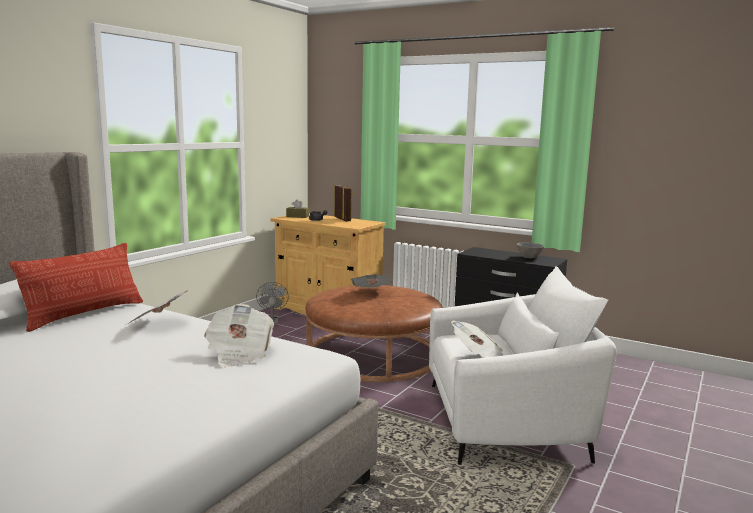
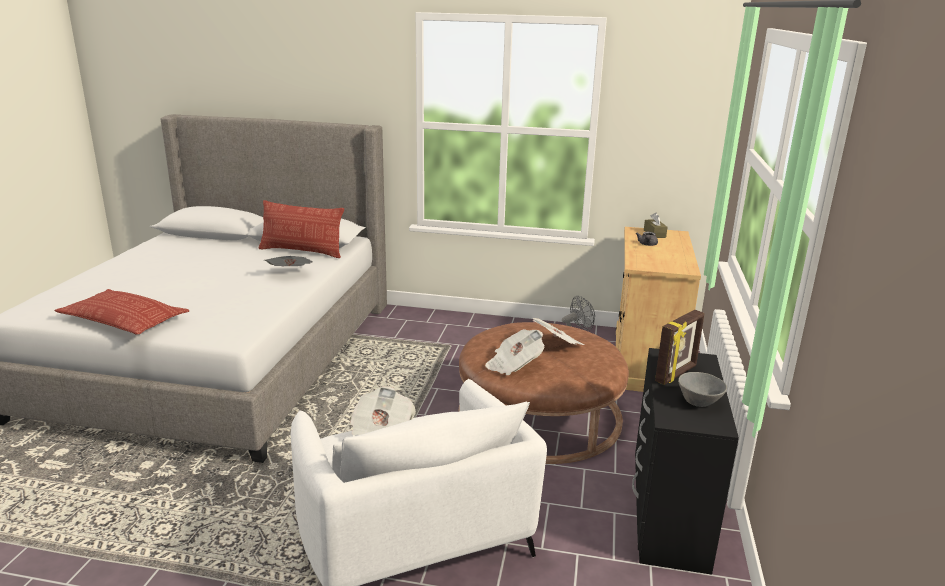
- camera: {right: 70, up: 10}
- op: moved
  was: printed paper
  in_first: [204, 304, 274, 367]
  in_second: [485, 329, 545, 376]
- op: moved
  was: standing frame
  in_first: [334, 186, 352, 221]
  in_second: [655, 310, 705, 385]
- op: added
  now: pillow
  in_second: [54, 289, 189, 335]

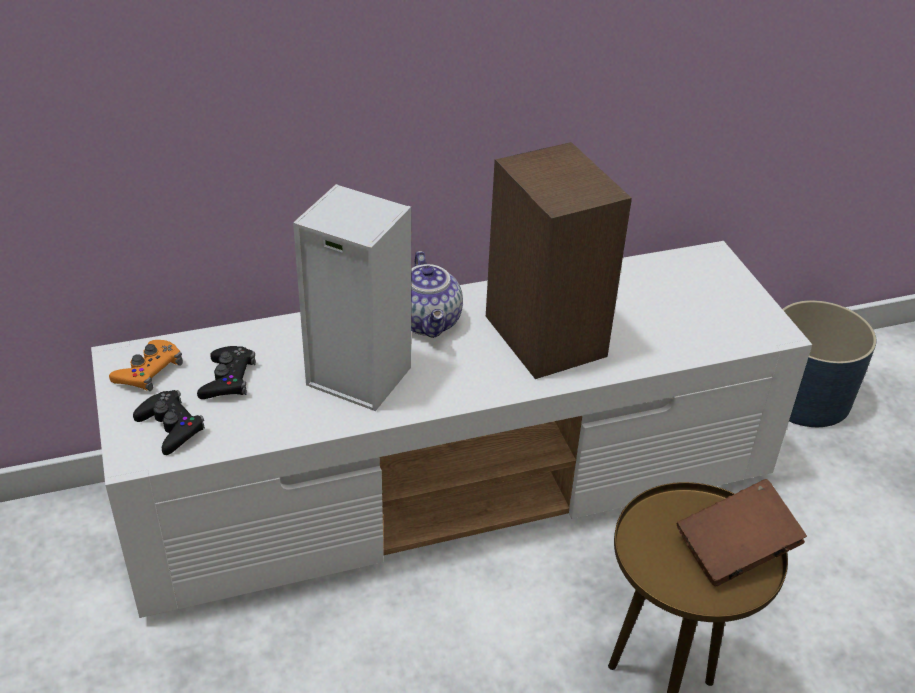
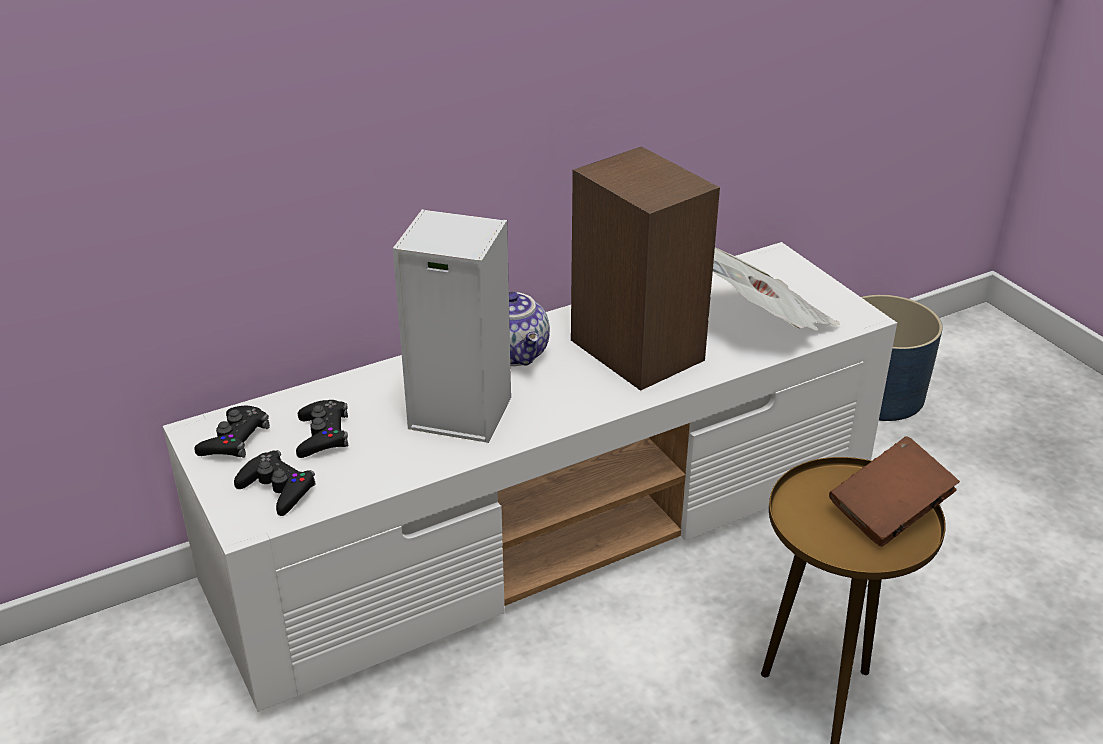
- camera: {right: -10, up: -5}
- op: recoloured
  was: joypad (orange)
  now: joypad (blackish)
  in_first: [109, 340, 183, 391]
  in_second: [194, 406, 270, 458]
- op: added
  now: printed paper
  in_second: [713, 247, 840, 331]

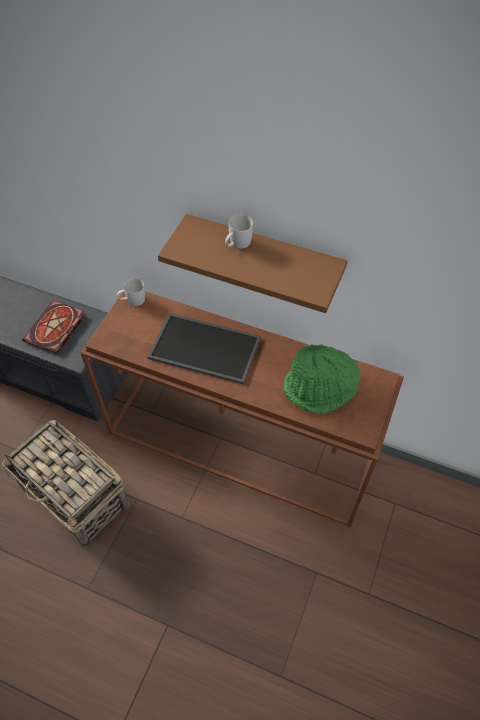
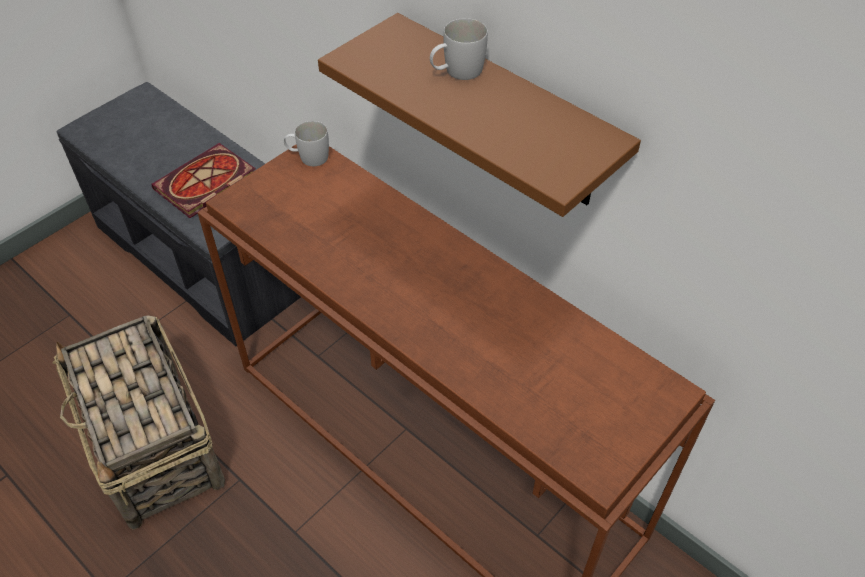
- camera: {right: 20, up: -5}
- op: removed
  was: tray
  in_first: [147, 313, 261, 384]
- op: removed
  was: hat (green)
  in_first: [284, 344, 361, 414]

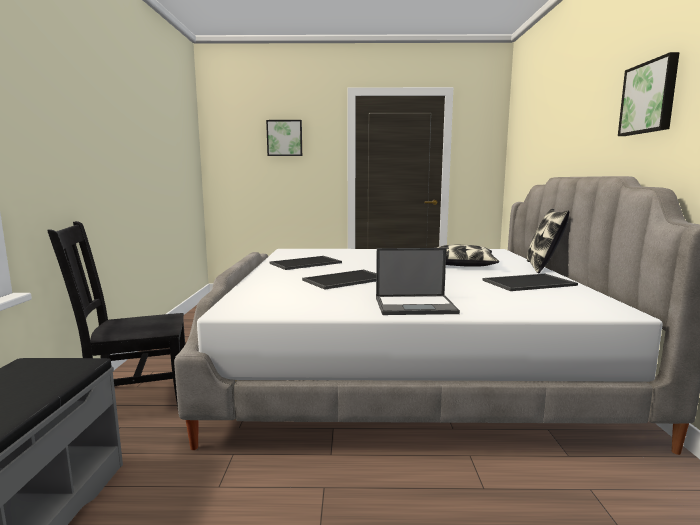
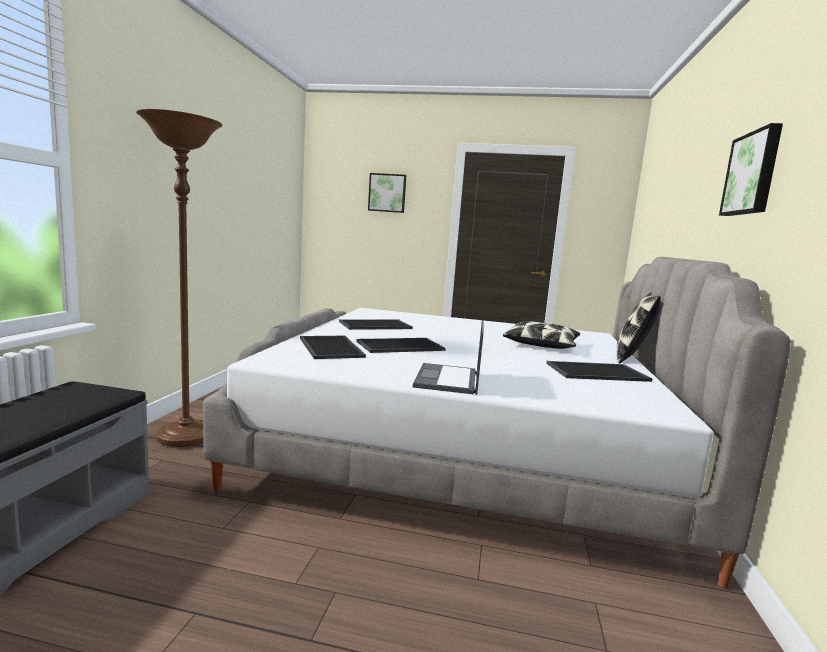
- camera: {right: 10, up: 0}
- op: replaced
  was: chair (blackish)
  now: floor lamp (brown-coloured)
  in_first: [47, 221, 185, 407]
  in_second: [136, 109, 223, 447]
- op: turned
  was: laptop
  in_first: [376, 248, 460, 315]
  in_second: [413, 320, 484, 395]
  clockwise: 90
- op: added
  now: tray
  in_second: [300, 336, 366, 359]

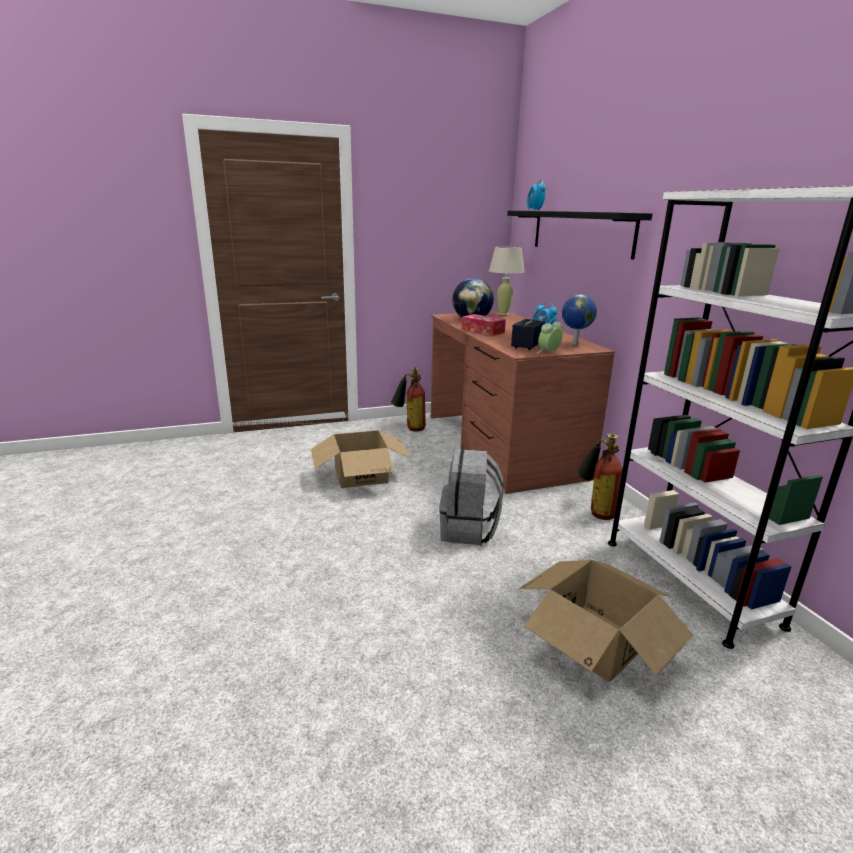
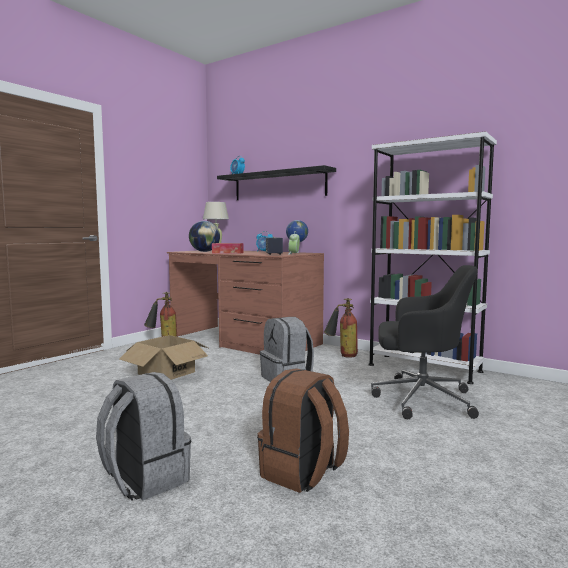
- camera: {right: -35, up: -15}
- op: replaced
  was: carton
  now: desk chair (blackish)
  in_first: [518, 560, 693, 682]
  in_second: [371, 265, 479, 419]
- op: added
  now: backpack (grey)
  in_second: [96, 372, 191, 501]
- op: added
  now: backpack (brown-coloured)
  in_second: [257, 368, 349, 493]

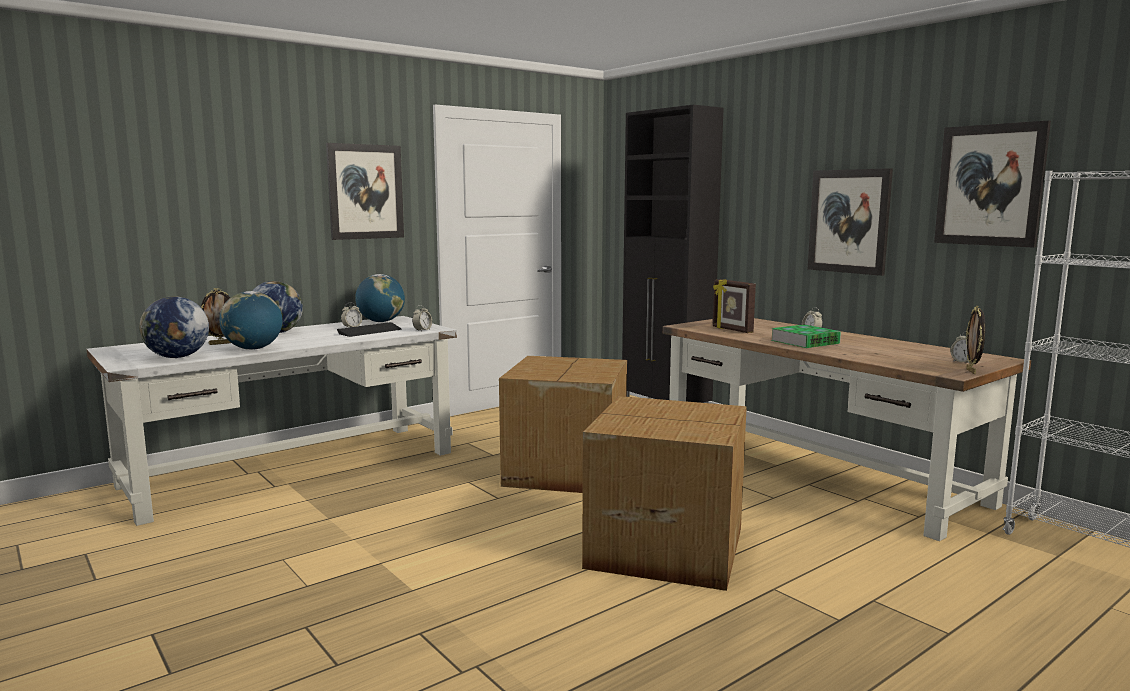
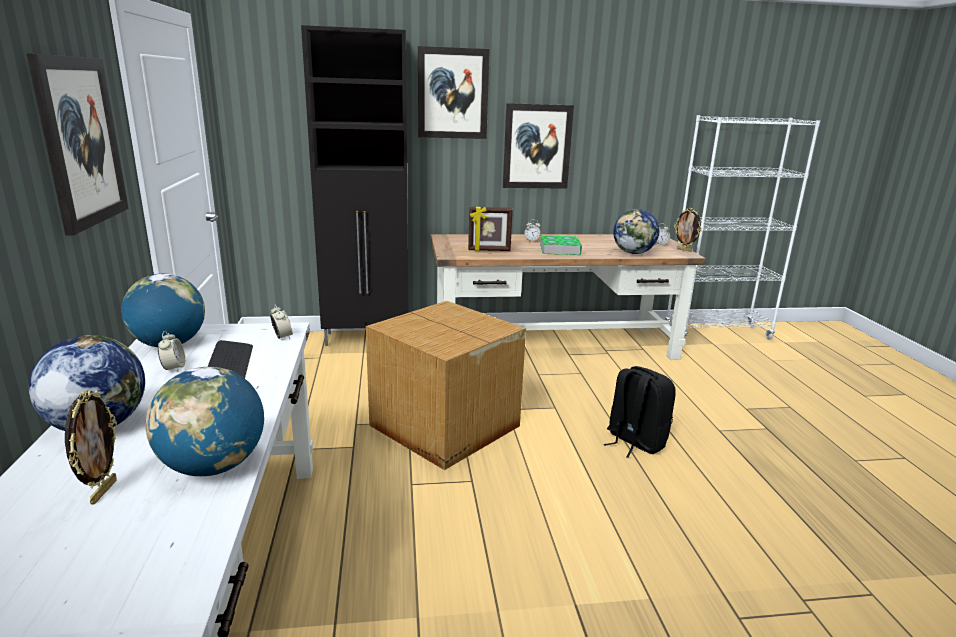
- camera: {right: -60, up: 10}
- op: moved
  was: desk globe
  in_first: [139, 296, 209, 358]
  in_second: [613, 209, 659, 254]
- op: replaced
  was: carton
  now: backpack (blackish)
  in_first: [582, 396, 747, 591]
  in_second: [604, 366, 676, 458]
- op: moved
  was: wall picture
  in_first: [934, 120, 1051, 248]
  in_second: [418, 46, 490, 139]

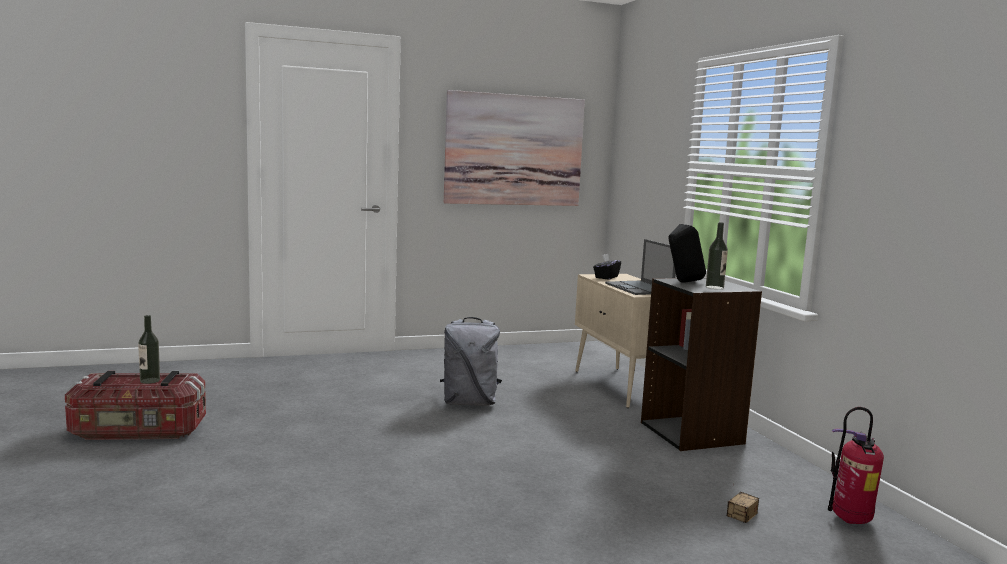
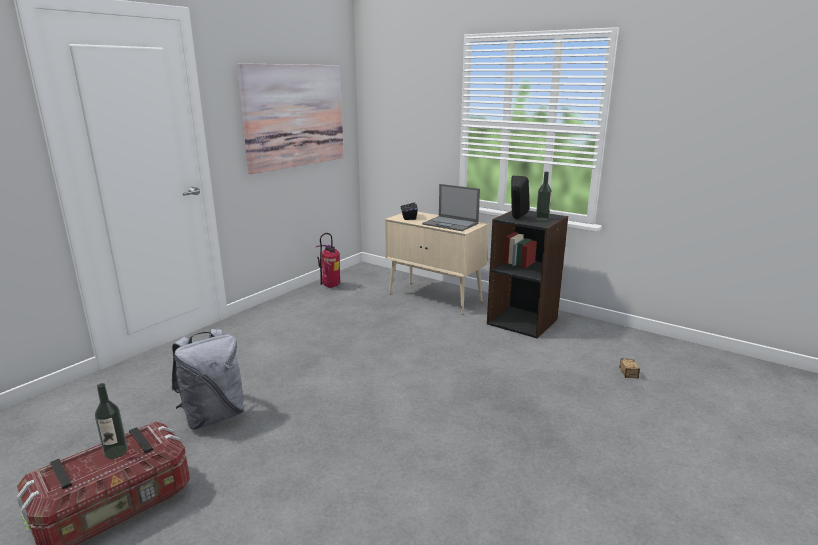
- camera: {right: -35, up: 10}
- op: moved
  was: backpack (grey)
  in_first: [440, 317, 502, 405]
  in_second: [172, 329, 244, 429]
- op: moved
  was: fire extinguisher
  in_first: [828, 407, 884, 524]
  in_second: [316, 233, 340, 288]

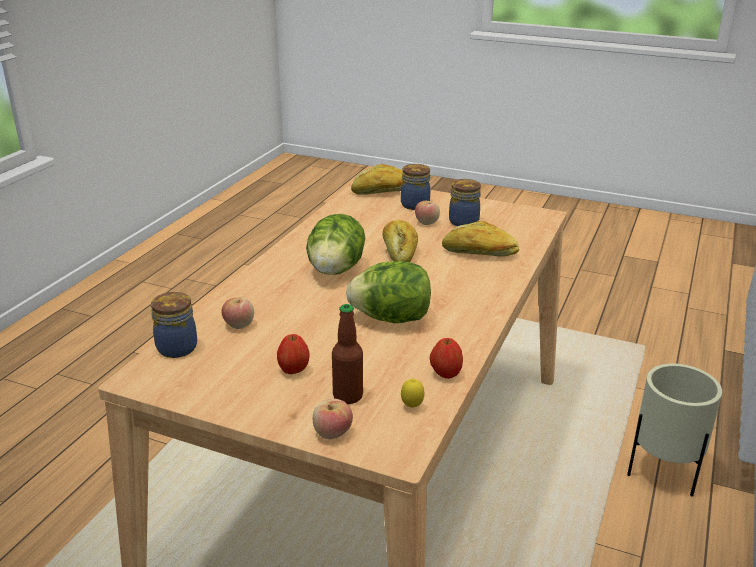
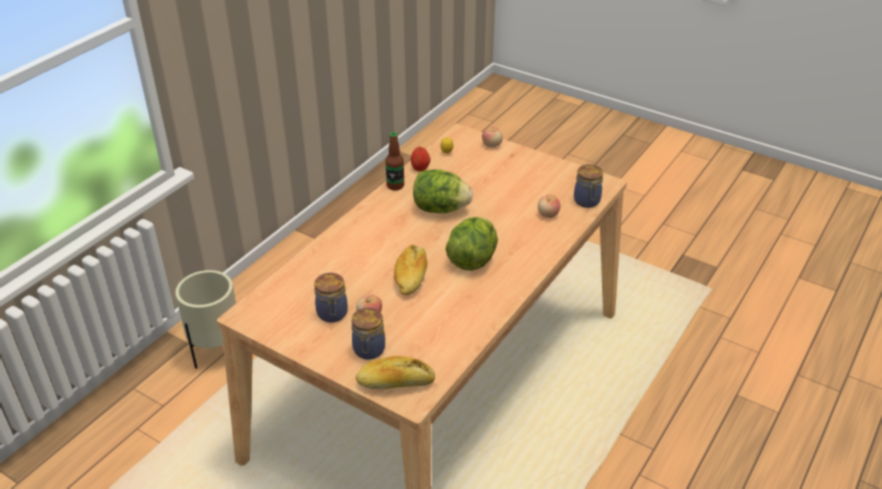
- camera: {right: -170, up: 10}
- op: removed
  was: whole apple
  in_first: [277, 334, 309, 374]
- op: moved
  was: drink bottle
  in_first: [332, 304, 363, 404]
  in_second: [385, 132, 404, 191]
- op: removed
  was: bakery bread
  in_first: [442, 221, 519, 257]

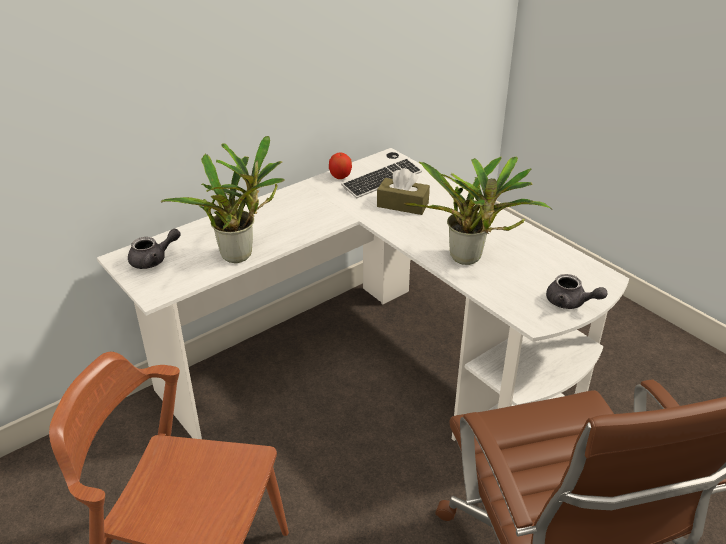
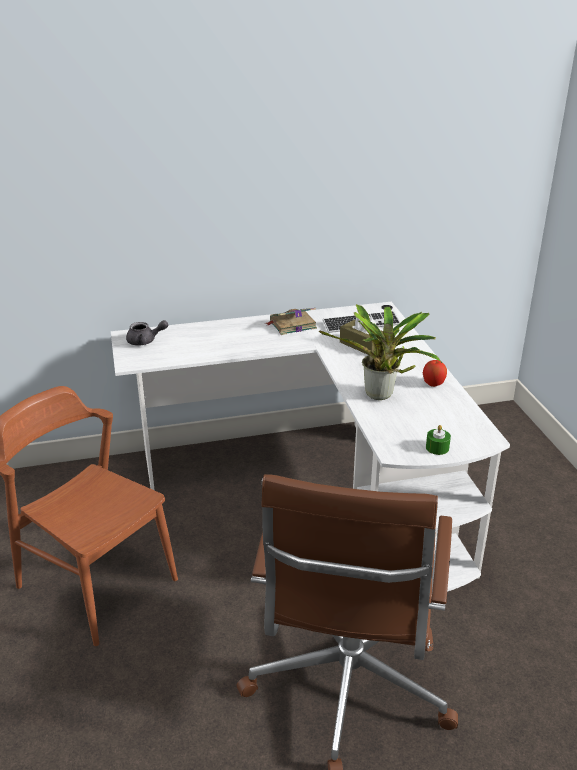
- camera: {right: 25, up: -5}
- op: removed
  was: potted plant
  in_first: [161, 136, 285, 263]
- op: moved
  was: whole apple
  in_first: [329, 153, 352, 179]
  in_second: [423, 360, 447, 387]
- op: replaced
  was: pot for tea (grey)
  now: wax light (green)
  in_first: [546, 274, 607, 309]
  in_second: [426, 425, 451, 455]
- op: added
  now: book
  in_second: [265, 308, 317, 335]

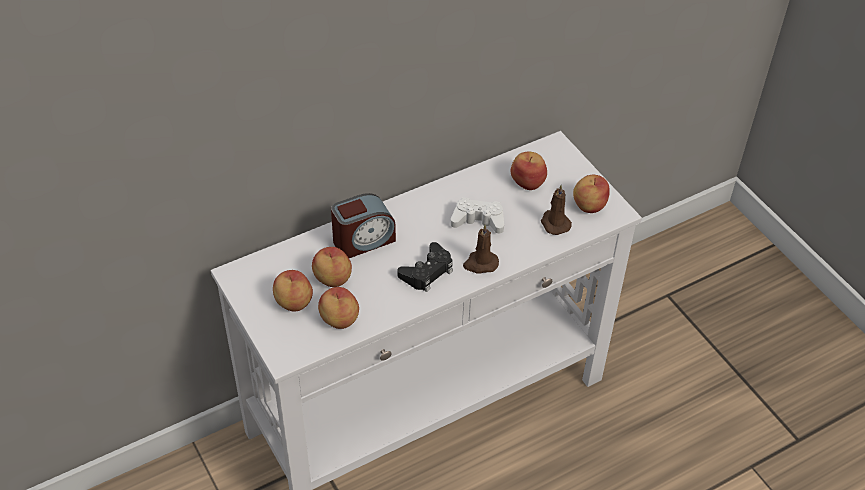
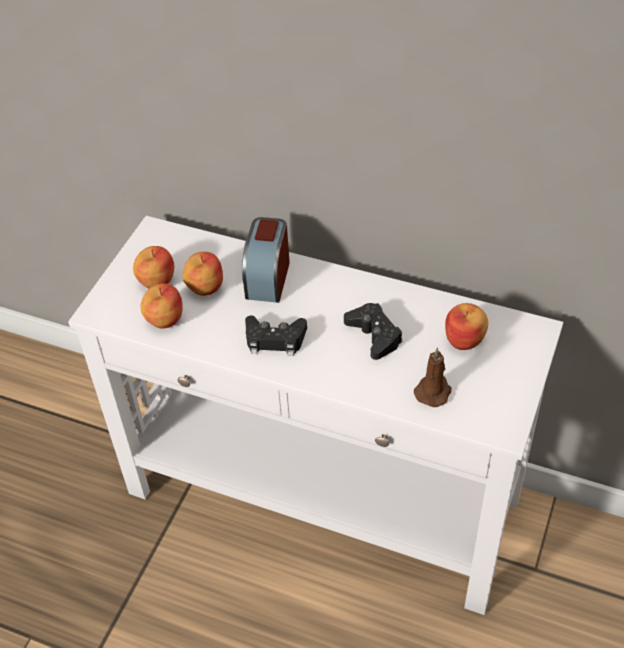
- camera: {right: 55, up: 0}
- op: turned
  was: table clock
  in_first: [331, 193, 396, 258]
  in_second: [242, 217, 290, 303]
  clockwise: 75
- op: recoloured
  was: joypad (white)
  now: joypad (blackish)
  in_first: [451, 197, 504, 233]
  in_second: [344, 303, 402, 360]
- op: removed
  was: wax light (brown-coloured)
  in_first: [463, 224, 499, 274]
- op: removed
  was: whole apple
  in_first: [573, 175, 610, 213]

